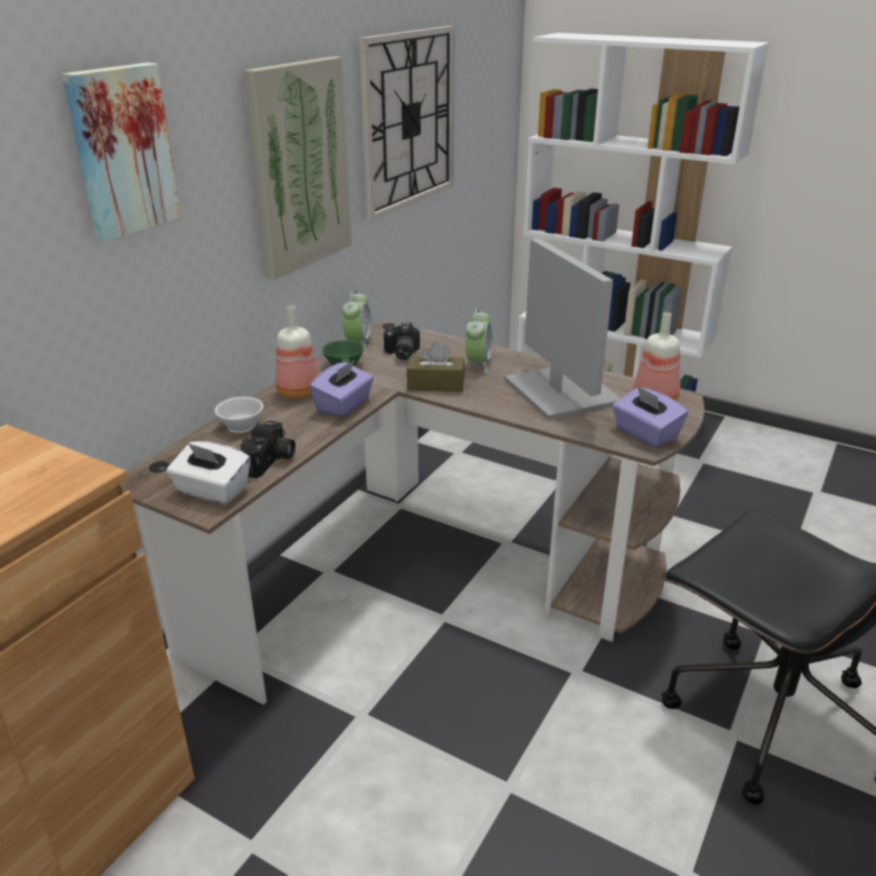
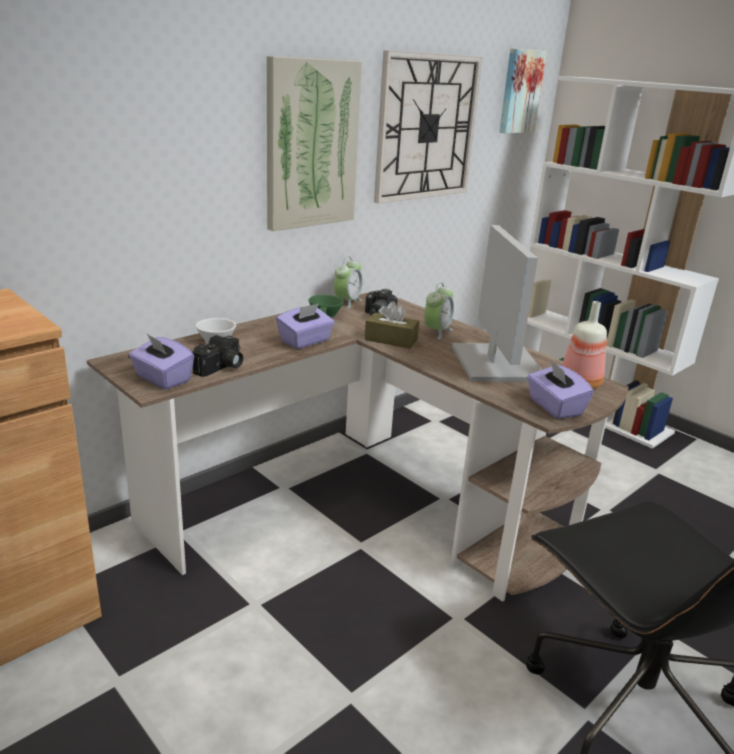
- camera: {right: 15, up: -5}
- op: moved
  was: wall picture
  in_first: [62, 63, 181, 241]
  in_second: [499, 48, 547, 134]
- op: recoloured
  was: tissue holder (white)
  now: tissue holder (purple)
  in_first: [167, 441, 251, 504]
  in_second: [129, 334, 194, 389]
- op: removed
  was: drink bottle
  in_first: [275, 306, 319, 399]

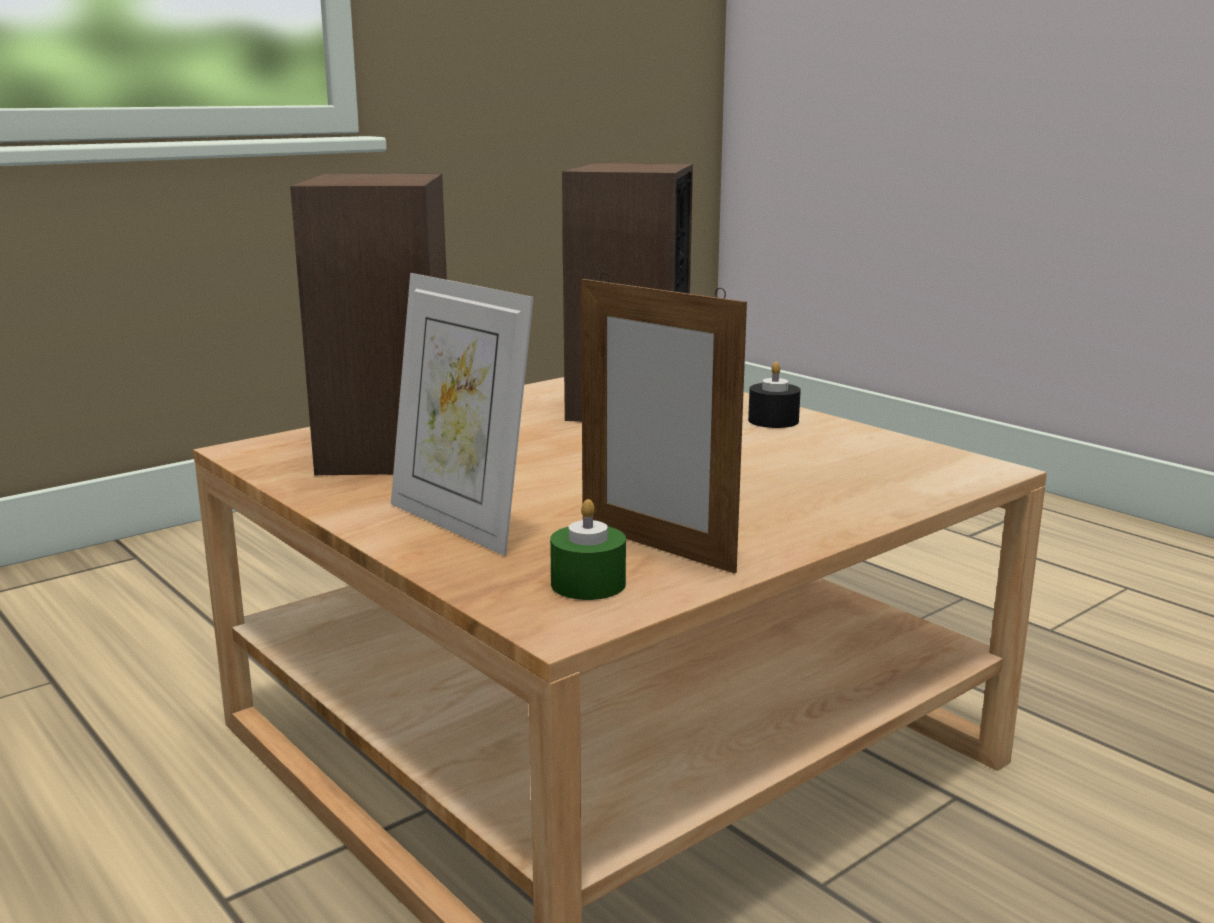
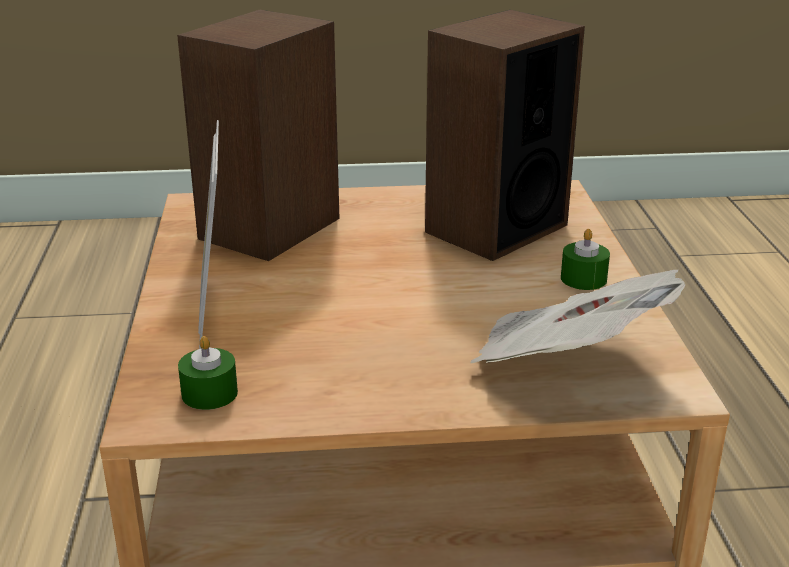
- camera: {right: 35, up: 10}
- op: removed
  was: standing frame
  in_first: [581, 272, 747, 574]
- op: recoloured
  was: wax light (blackish)
  now: wax light (green)
  in_first: [748, 362, 801, 428]
  in_second: [561, 229, 610, 290]
- op: added
  now: printed paper
  in_second: [470, 270, 685, 363]

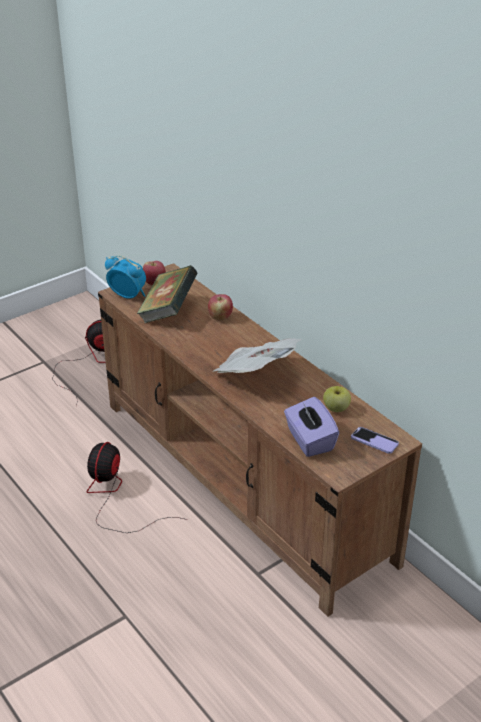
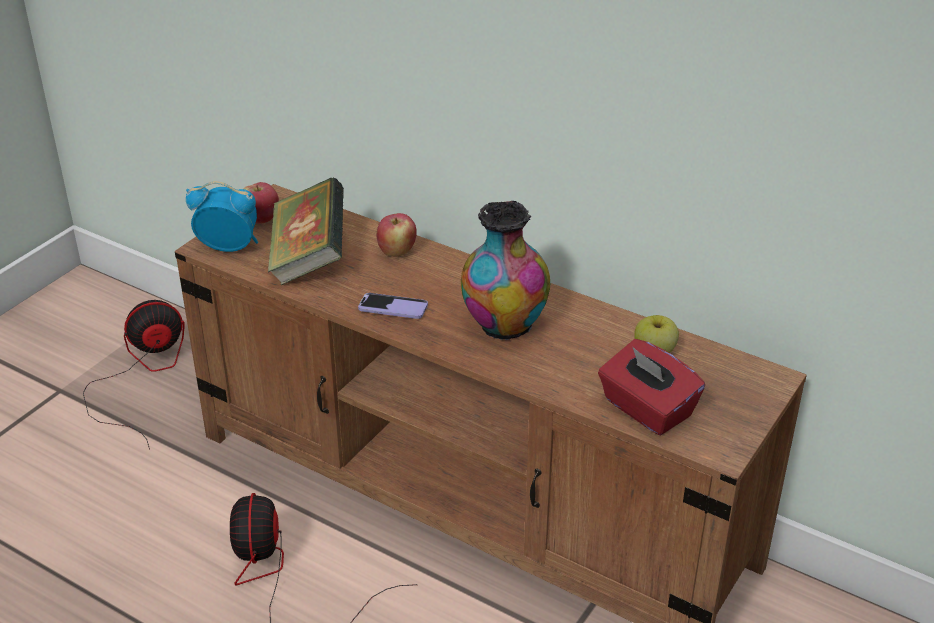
- camera: {right: -20, up: 0}
- op: replaced
  was: printed paper
  now: flower vase
  in_first: [213, 338, 302, 373]
  in_second: [461, 201, 550, 342]
- op: recoloured
  was: tissue holder (purple)
  now: tissue holder (red-coloured)
  in_first: [284, 397, 339, 457]
  in_second: [598, 339, 705, 435]
- op: moved
  was: phone
  in_first: [351, 427, 399, 454]
  in_second: [358, 293, 428, 319]

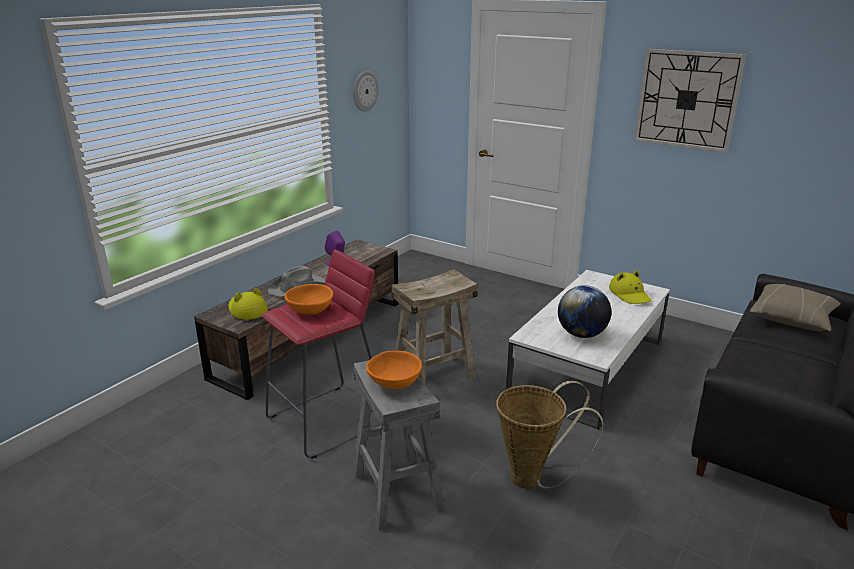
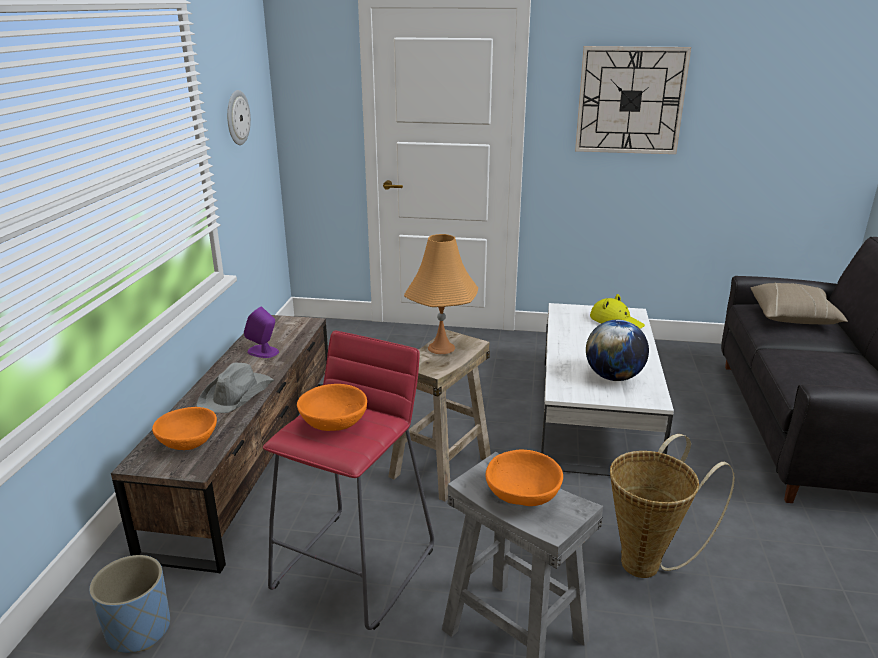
- camera: {right: -25, up: 0}
- op: replaced
  was: hat (yellowish)
  now: deep dish (orange)
  in_first: [228, 288, 268, 320]
  in_second: [152, 407, 217, 450]
- op: added
  now: planter (blue-coloured)
  in_second: [89, 555, 170, 653]
- op: added
  now: lamp for a table (orange)
  in_second: [404, 234, 478, 354]

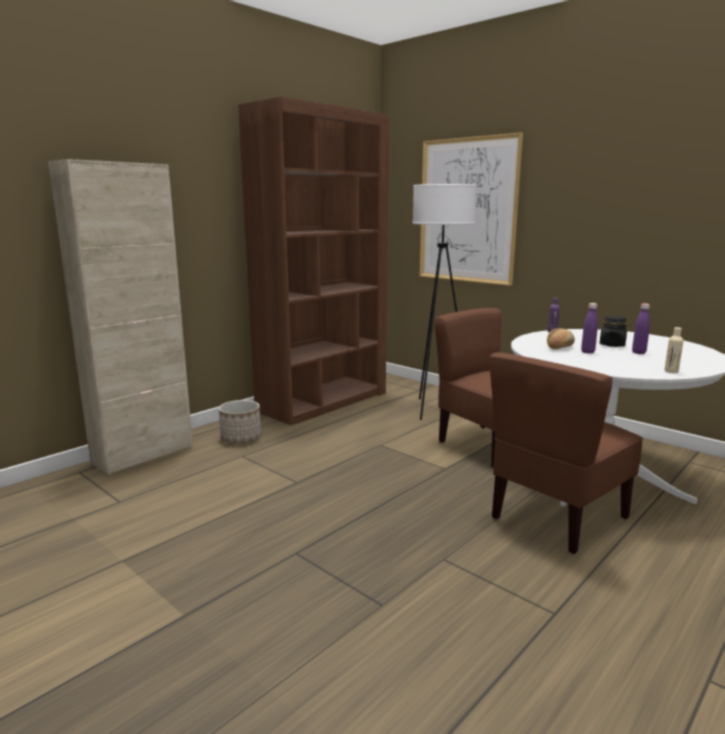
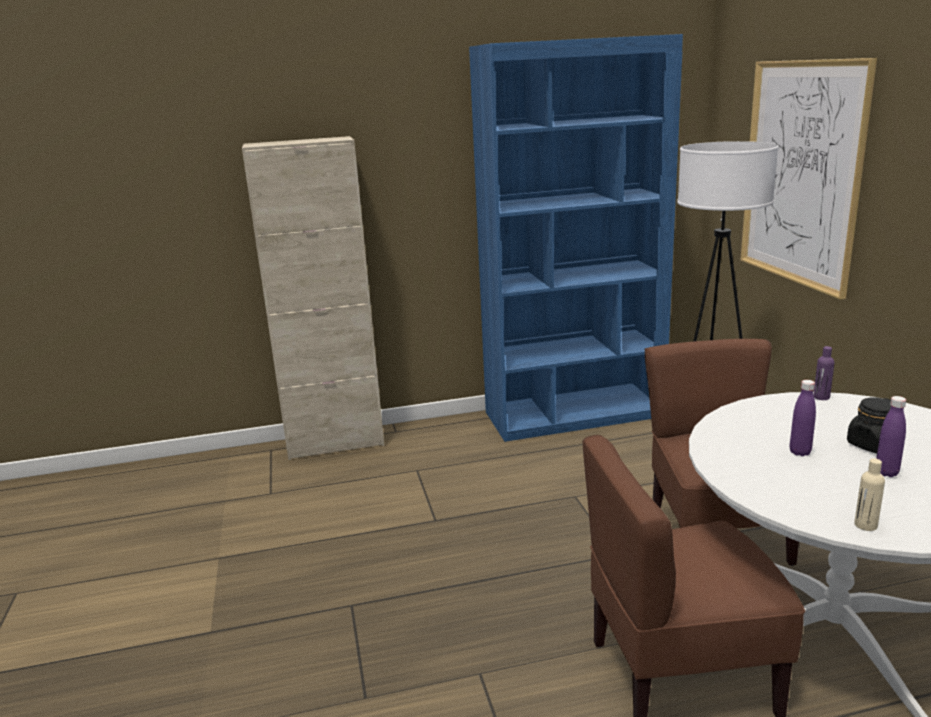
- camera: {right: 35, up: 5}
- op: removed
  was: planter
  in_first: [219, 400, 261, 443]
- op: recoloured
  was: bookshelf (brown-coloured)
  now: bookshelf (blue-coloured)
  in_first: [238, 96, 389, 425]
  in_second: [469, 34, 683, 442]
- op: removed
  was: bakery bread
  in_first: [547, 328, 575, 349]

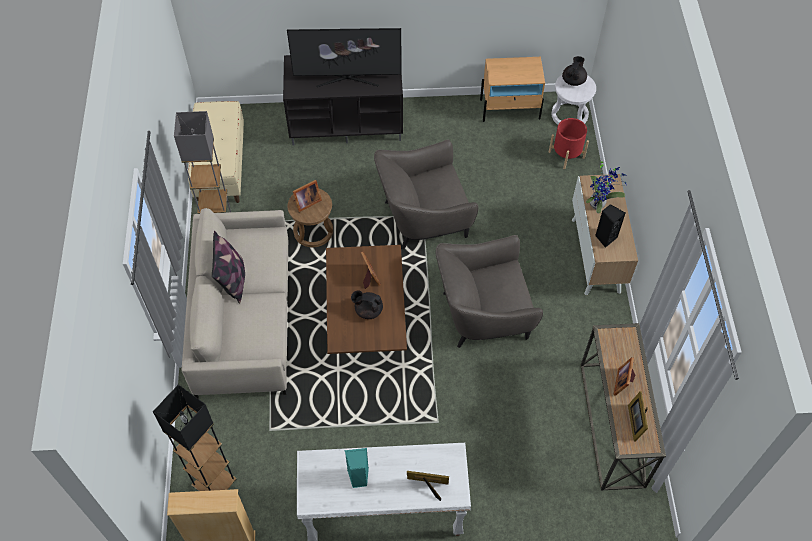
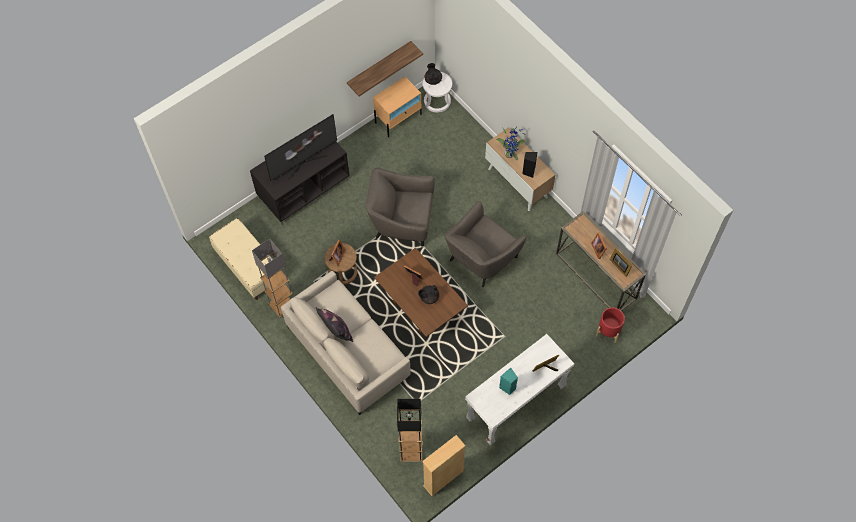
- camera: {right: -35, up: 5}
- op: turned
  was: easy chair (grey)
  in_first: [374, 140, 478, 249]
  in_second: [366, 168, 435, 246]
  clockwise: 60
- op: moved
  was: planter (red-coloured)
  in_first: [549, 118, 589, 169]
  in_second: [596, 307, 625, 343]
- op: added
  now: wall shelf
  in_second: [347, 41, 423, 96]

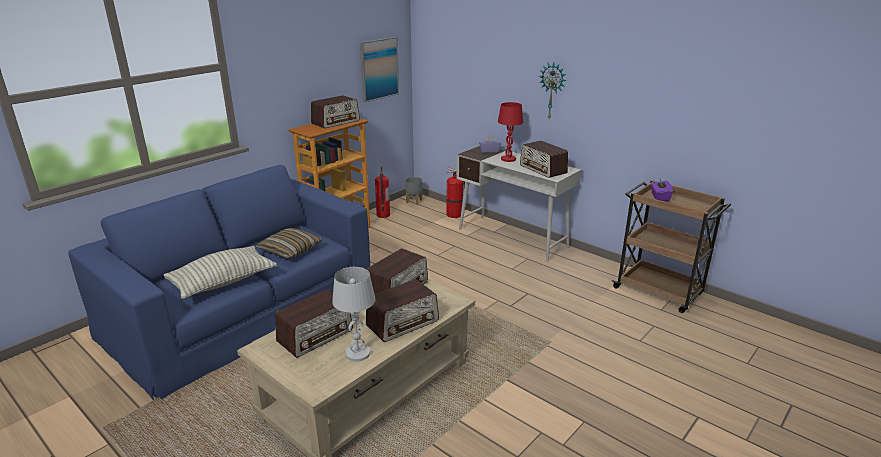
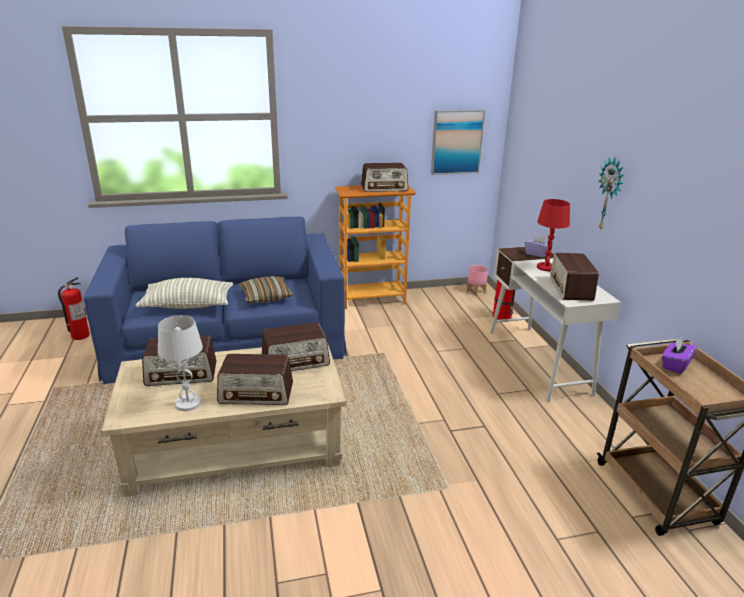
- camera: {right: 35, up: 0}
- op: moved
  was: fire extinguisher
  in_first: [375, 166, 390, 218]
  in_second: [58, 277, 90, 340]
- op: recoloured
  was: planter (grey)
  now: planter (pinkish)
  in_first: [405, 177, 422, 205]
  in_second: [467, 265, 488, 296]

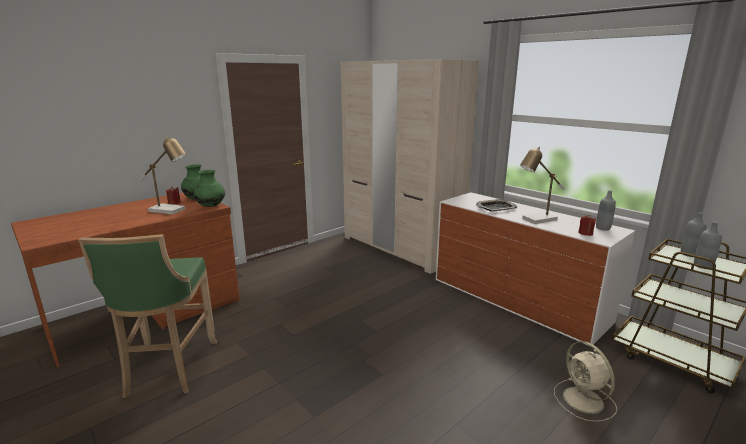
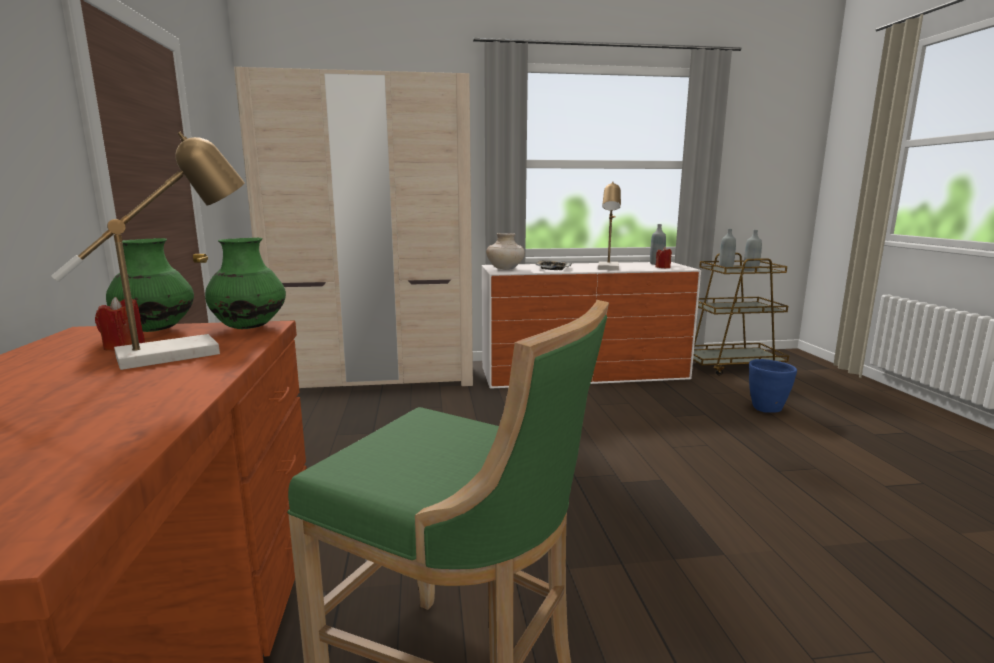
- camera: {right: -55, up: -5}
- op: replaced
  was: electric fan (beige)
  now: planter (blue-coloured)
  in_first: [554, 341, 617, 422]
  in_second: [749, 359, 797, 413]
- op: added
  now: flower vase (beige)
  in_second: [486, 233, 525, 270]

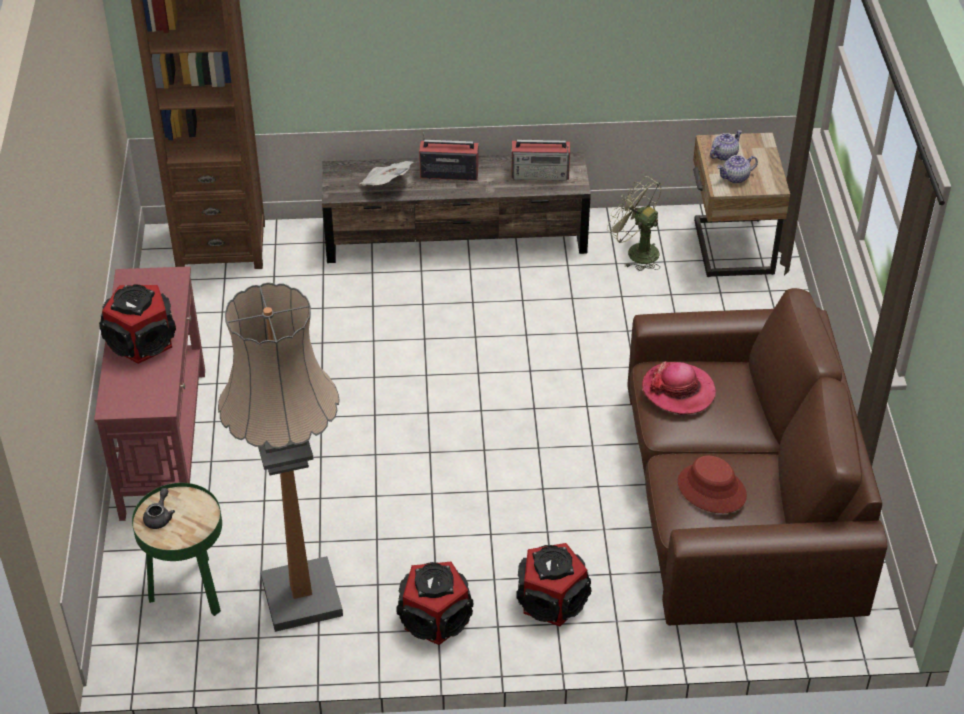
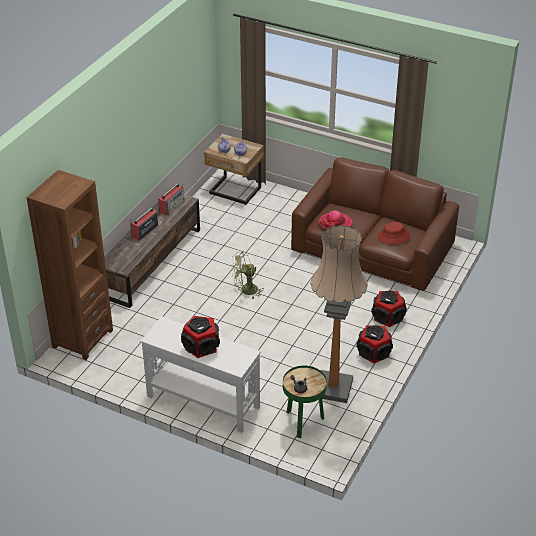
- camera: {right: -60, up: -5}
- op: recoloured
  was: narrow table (red-coloured)
  now: narrow table (white)
  in_first: [94, 266, 205, 521]
  in_second: [140, 316, 261, 433]
- op: removed
  was: printed paper
  in_first: [359, 161, 414, 185]
- op: moved
  was: electric fan (green)
  in_first: [607, 176, 662, 271]
  in_second: [231, 251, 264, 299]

